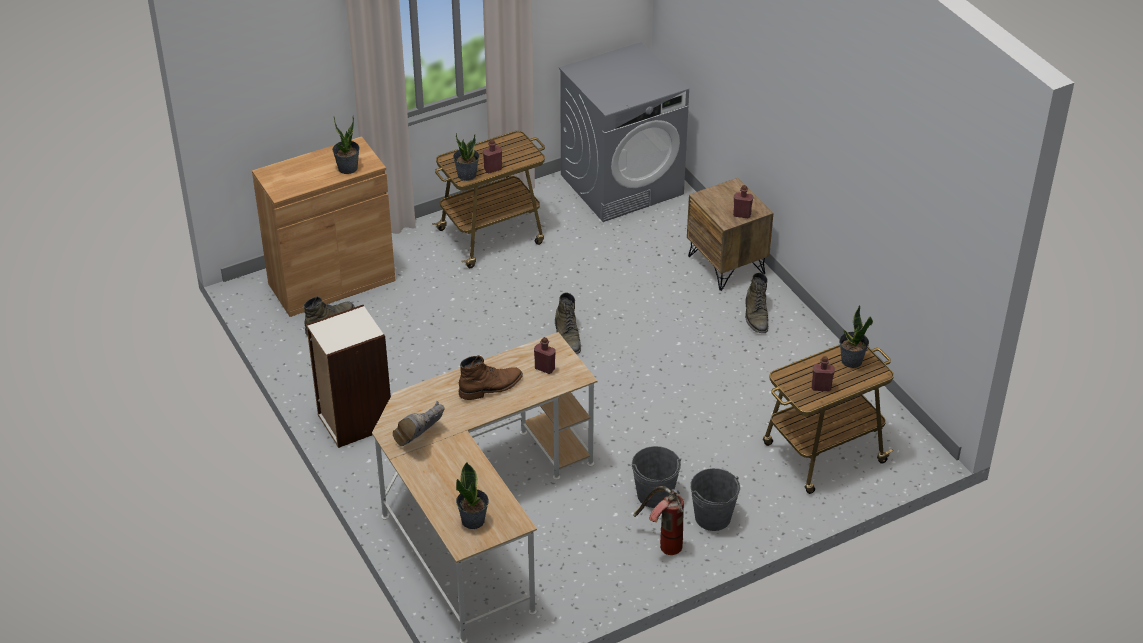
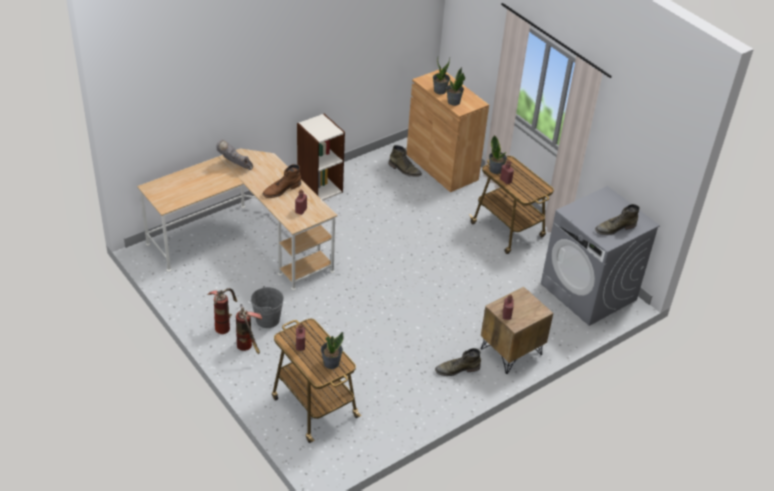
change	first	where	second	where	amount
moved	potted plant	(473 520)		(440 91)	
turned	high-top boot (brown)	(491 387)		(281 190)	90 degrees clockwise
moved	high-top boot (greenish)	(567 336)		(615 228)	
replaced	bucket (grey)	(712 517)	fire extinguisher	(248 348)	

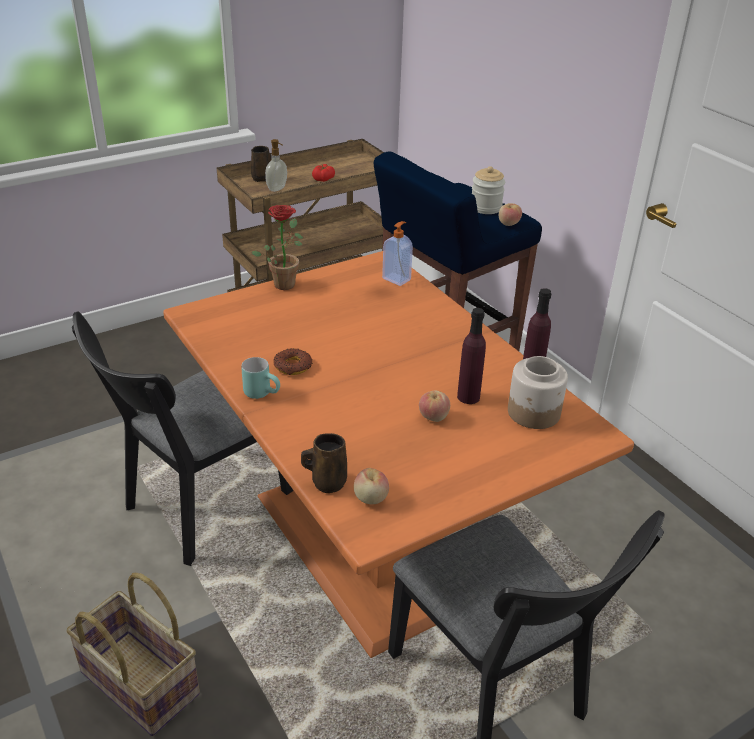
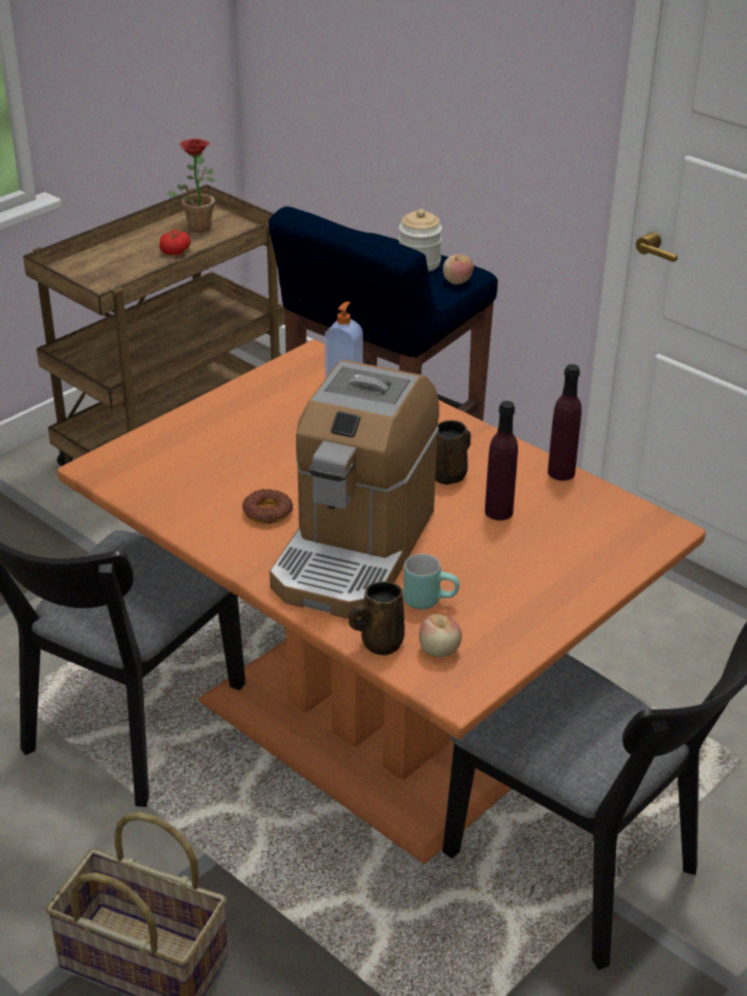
change	first	where	second	where	amount
moved	coffee mug (turquoise-coloured)	(263 393)		(430 600)	
moved	coffee mug (brown)	(263 178)		(450 475)	
moved	potted plant	(284 282)		(198 225)	
removed	soap bottle	(277 189)			
removed	apple	(433 417)			
removed	preserve jar	(534 413)			
added			coffee brewer	(354 550)	

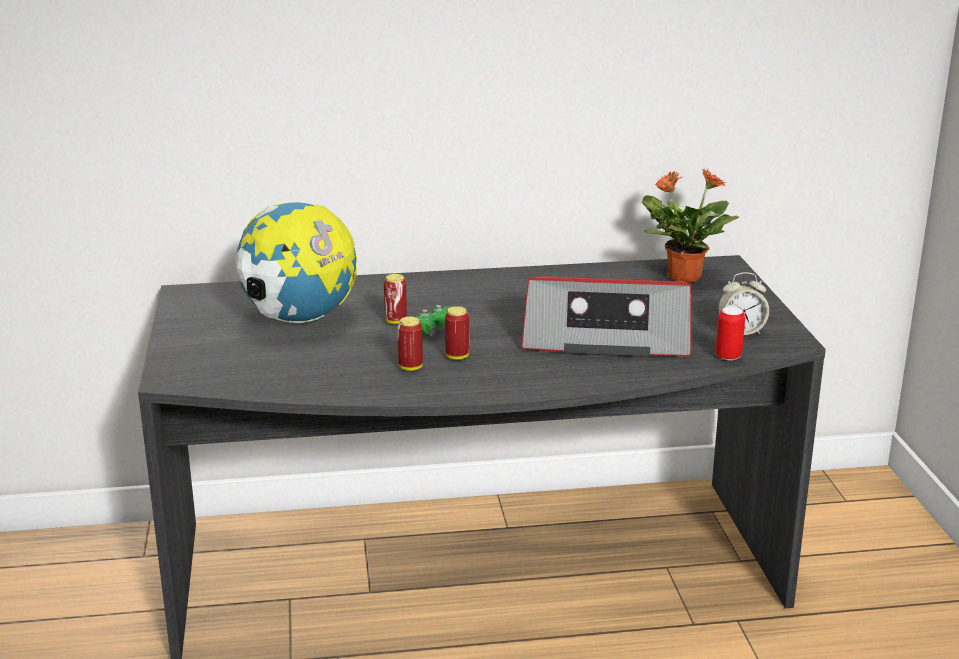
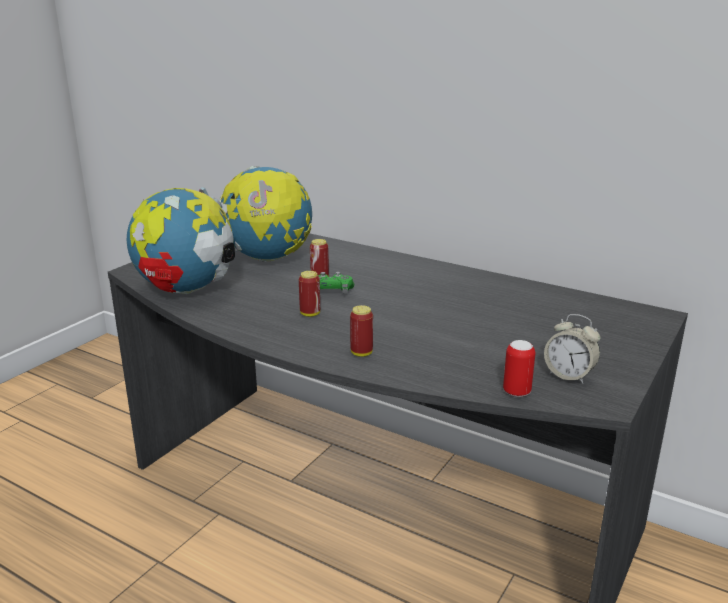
change	first	where	second	where	amount
moved	can	(410 367)		(361 353)	
removed	radio	(606 338)			
removed	potted plant	(682 277)			
added			desk globe	(186 290)	

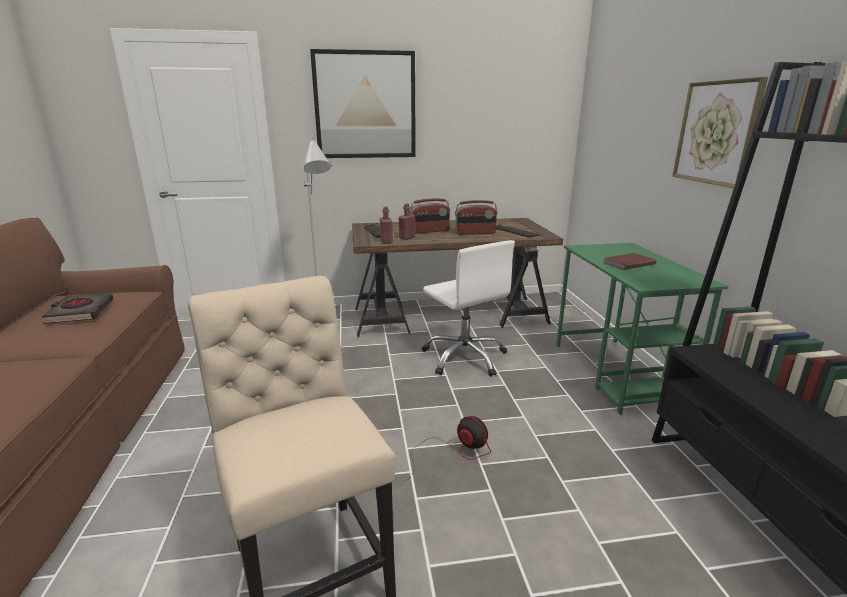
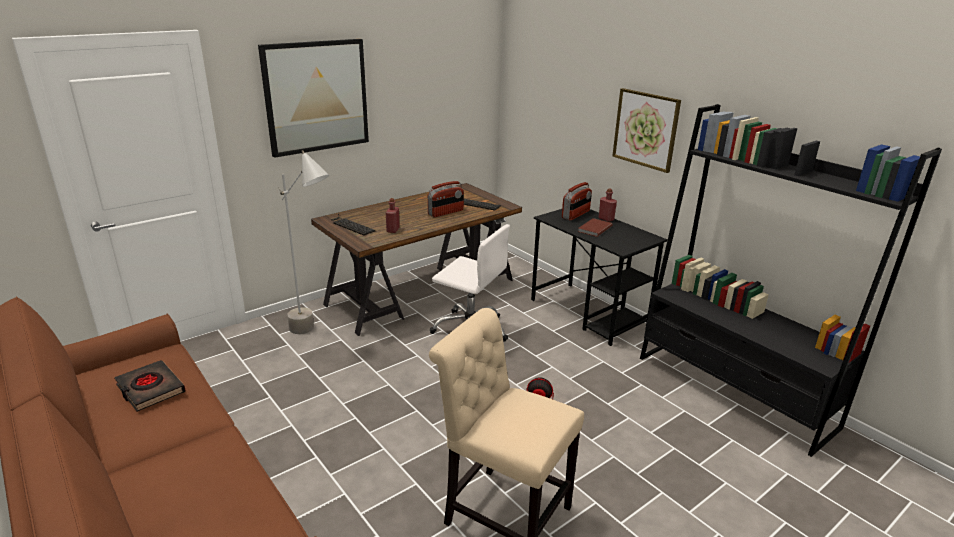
change	first	where	second	where	amount
moved	bottle (red-coloured)	(386 242)		(606 219)	
moved	radio	(430 231)		(576 215)	
recoloured	desk table (greenish)	(617 373)	desk table (black)	(589 313)	

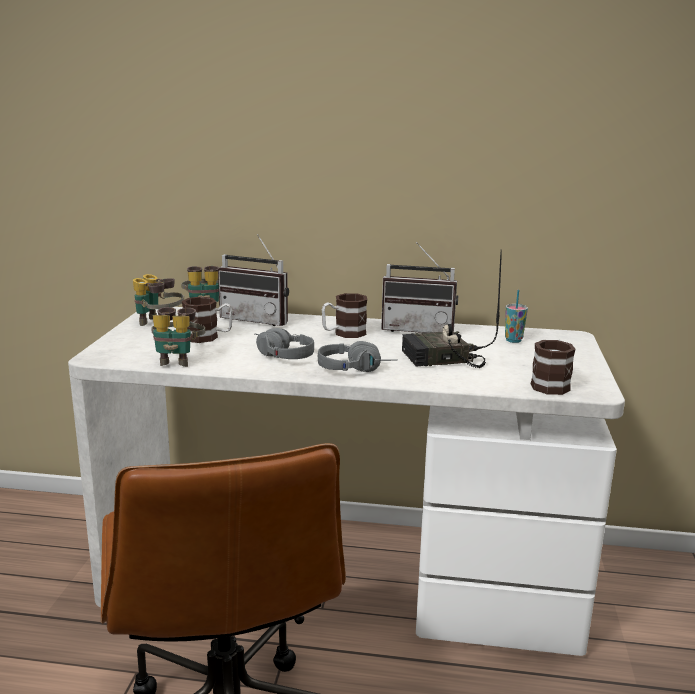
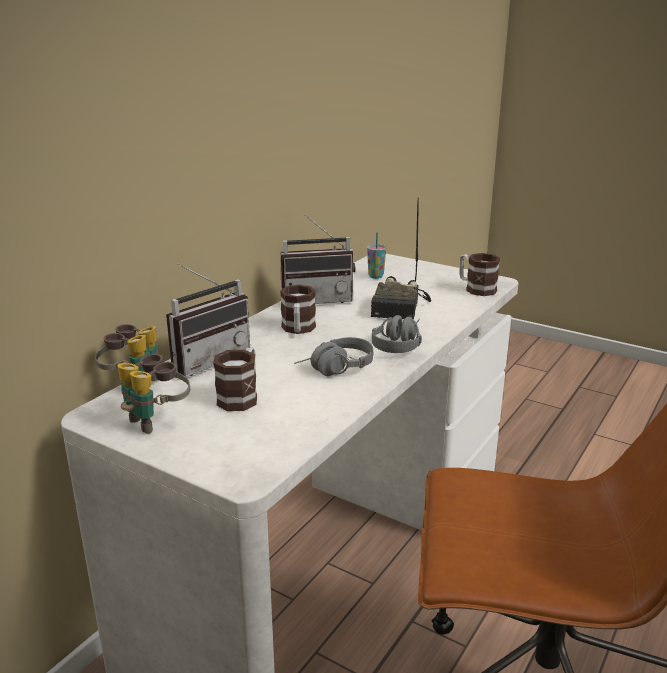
change	first	where	second	where	amount
removed	pair of binoculars	(177 360)			
turned	radio	(419 329)		(316 299)	45 degrees clockwise

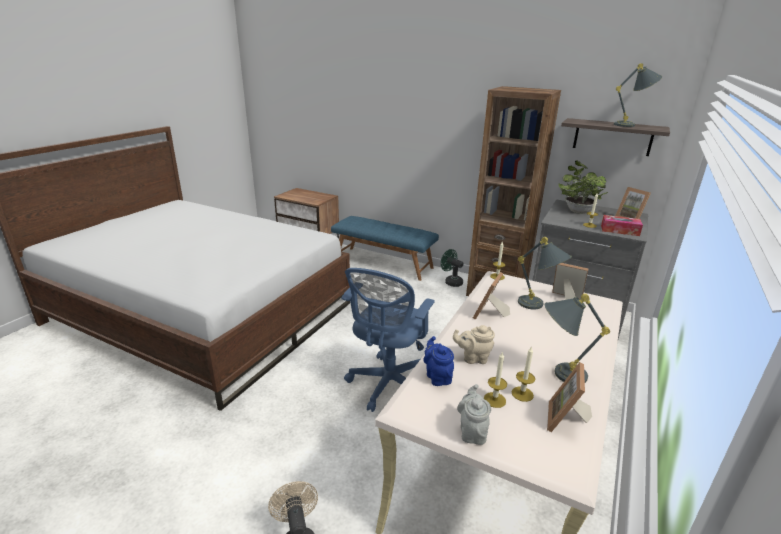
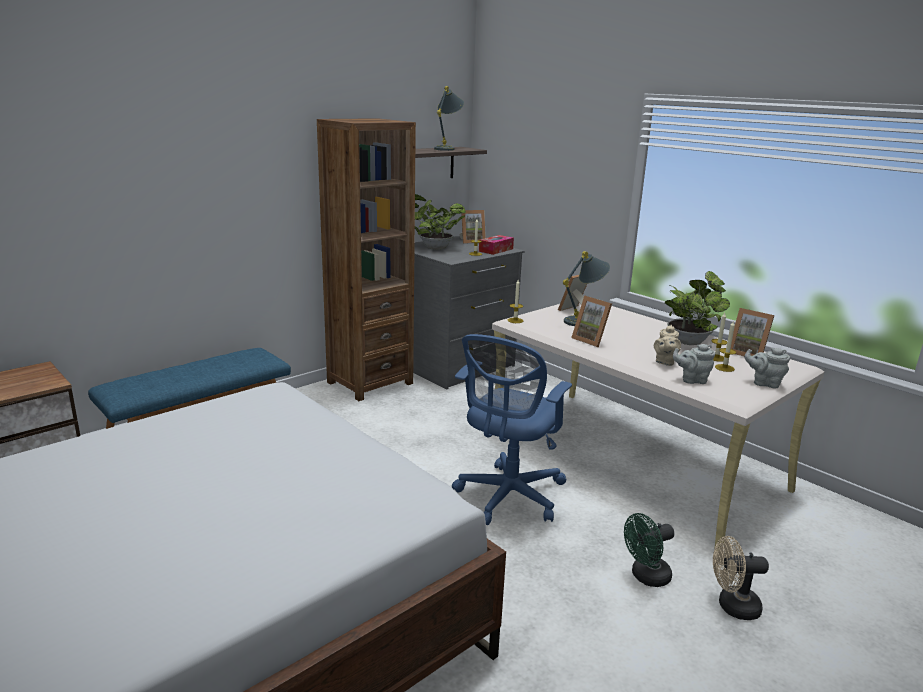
change	first	where	second	where	amount
turned	desk chair (bluish)	(387 385)		(508 498)	75 degrees clockwise
recoloured	tea pot (bluish)	(437 376)	tea pot (grey)	(692 380)	
moved	electric fan (greenish)	(451 282)		(646 577)	
replaced	lamp for a table (grey)	(558 373)	potted plant	(689 341)	

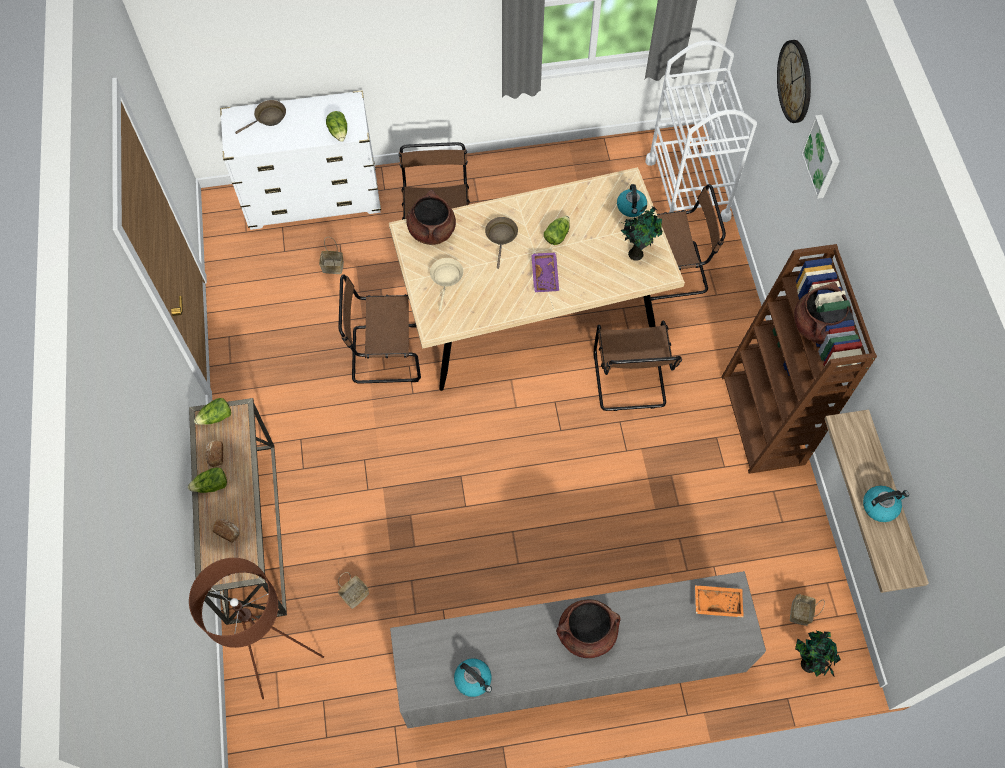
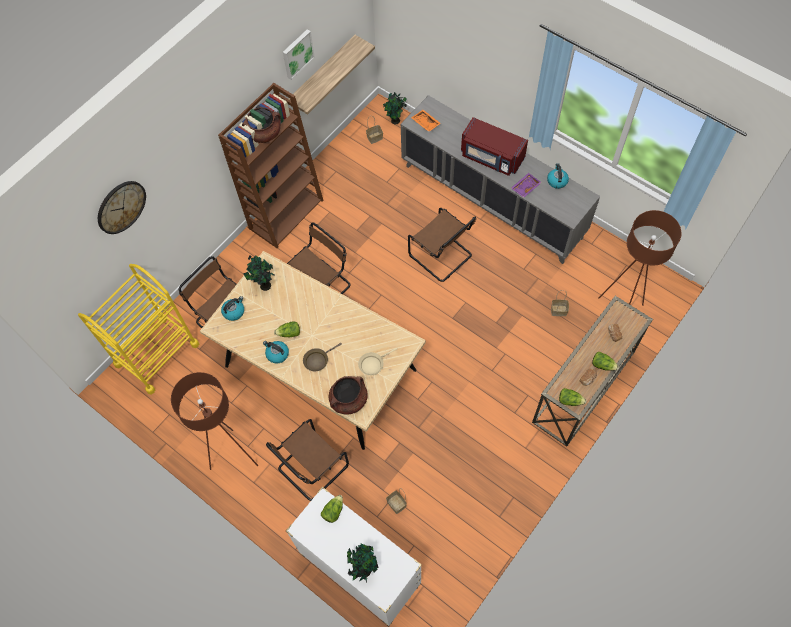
change	first	where	second	where	amount
replaced	skillet (brown)	(268 118)	potted plant	(363 569)	
moved	upright chair (brown)	(383 354)		(442 256)	
moved	tray (purple)	(545 275)		(525 187)	
replaced	stockpot (brown)	(586 633)	kitchen microwave (red-coloured)	(491 157)	
recoloured	trolley (whitish)	(687 189)	trolley (yellow)	(157 354)	
moved	wall art	(822 156)		(297 53)	
moved	tea kettle	(880 506)		(277 354)	
added			standard lamp (brown)	(233 455)	

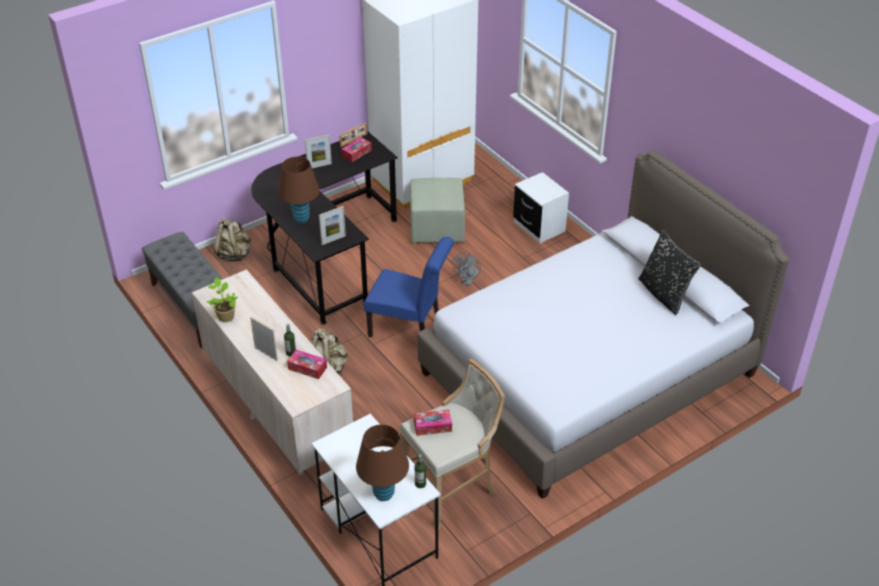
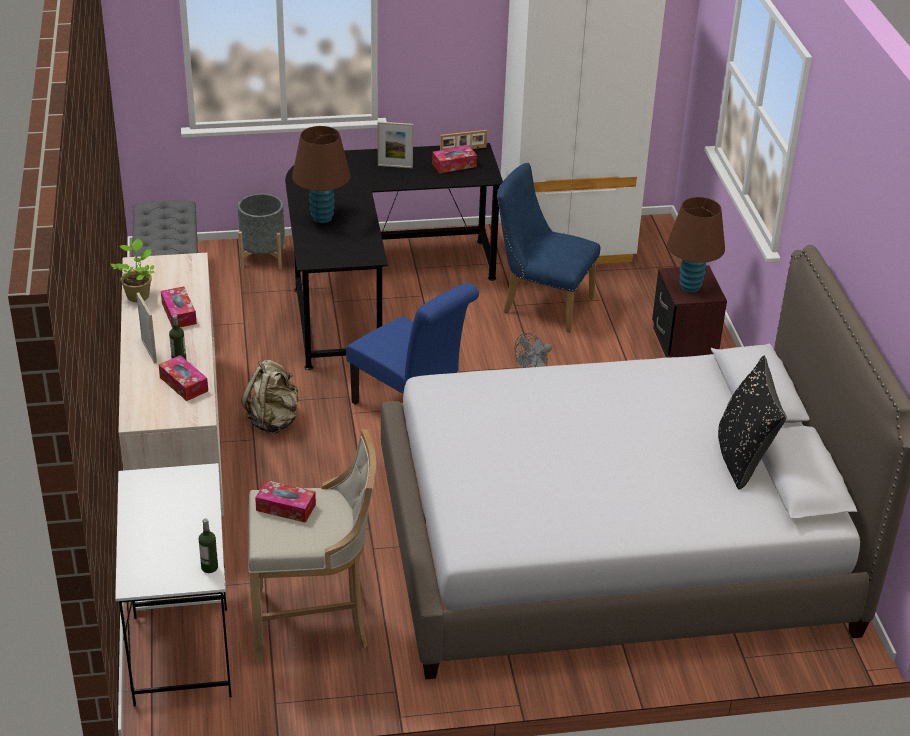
change	first	where	second	where	amount
replaced	knapsack (beige-coloured)	(234 254)	planter (grey)	(263 257)	
removed	standing frame	(333 240)			
moved	lamp for a table (brown)	(384 494)		(690 287)	
replaced	pouffe (greenish)	(436 228)	upright chair (bluish)	(541 304)	
recoloured	nightstand (whitish)	(539 227)	nightstand (brown)	(684 344)	
added			tissue box	(179 313)	

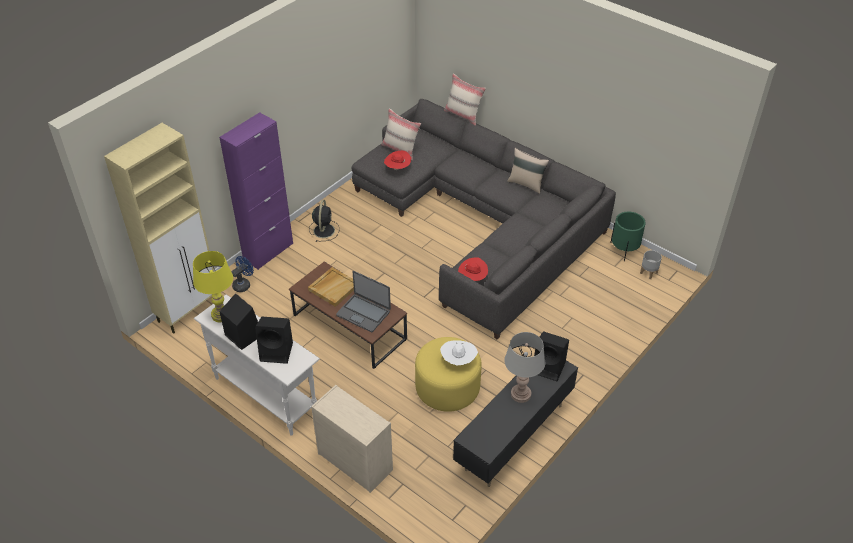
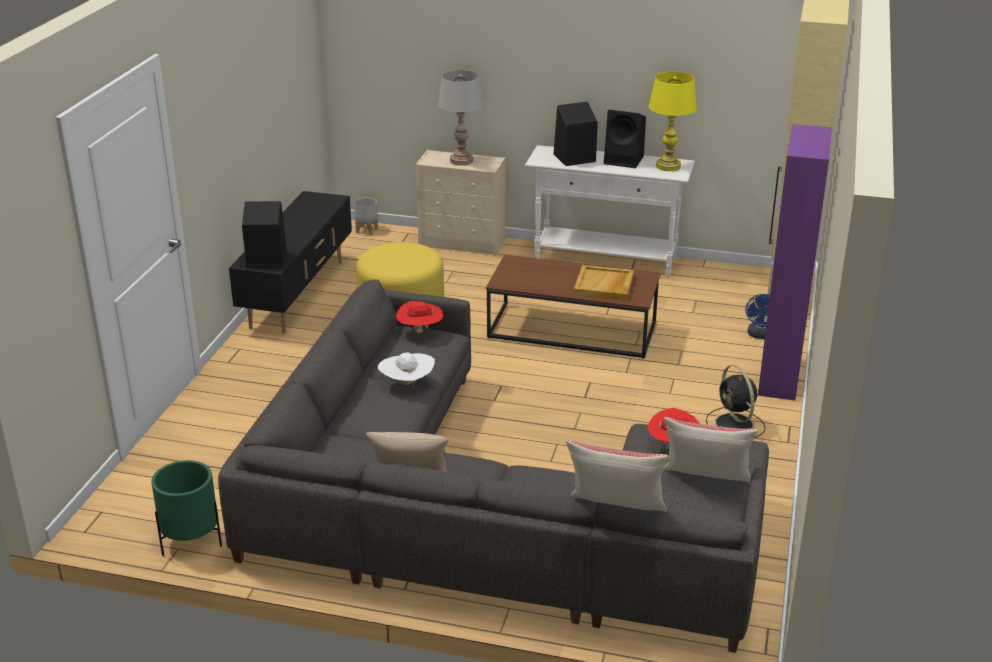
change	first	where	second	where	amount
removed	portable computer	(363 313)			
moved	clothing hat (whitish)	(458 361)		(407 384)	
moved	lamp for a table (grey)	(521 394)		(461 161)	
moved	planter (grey)	(649 273)		(366 230)	

